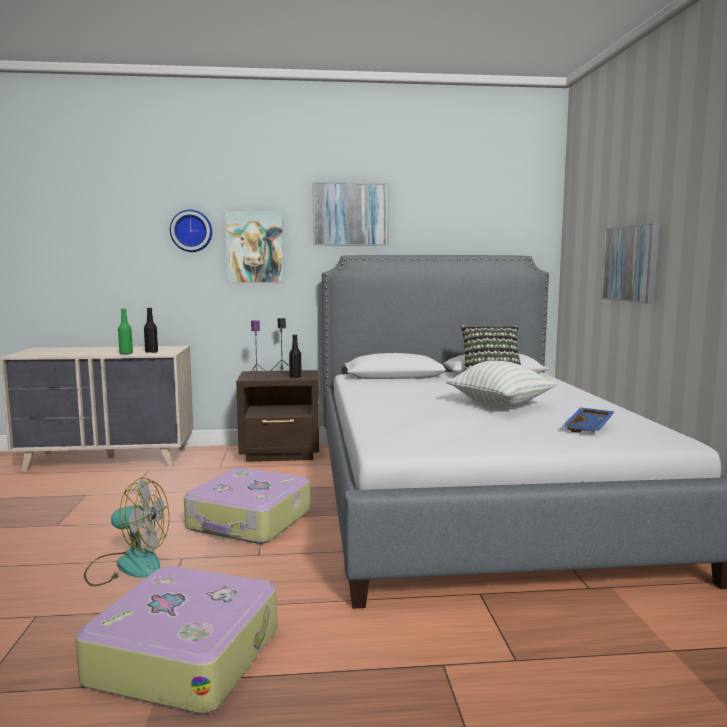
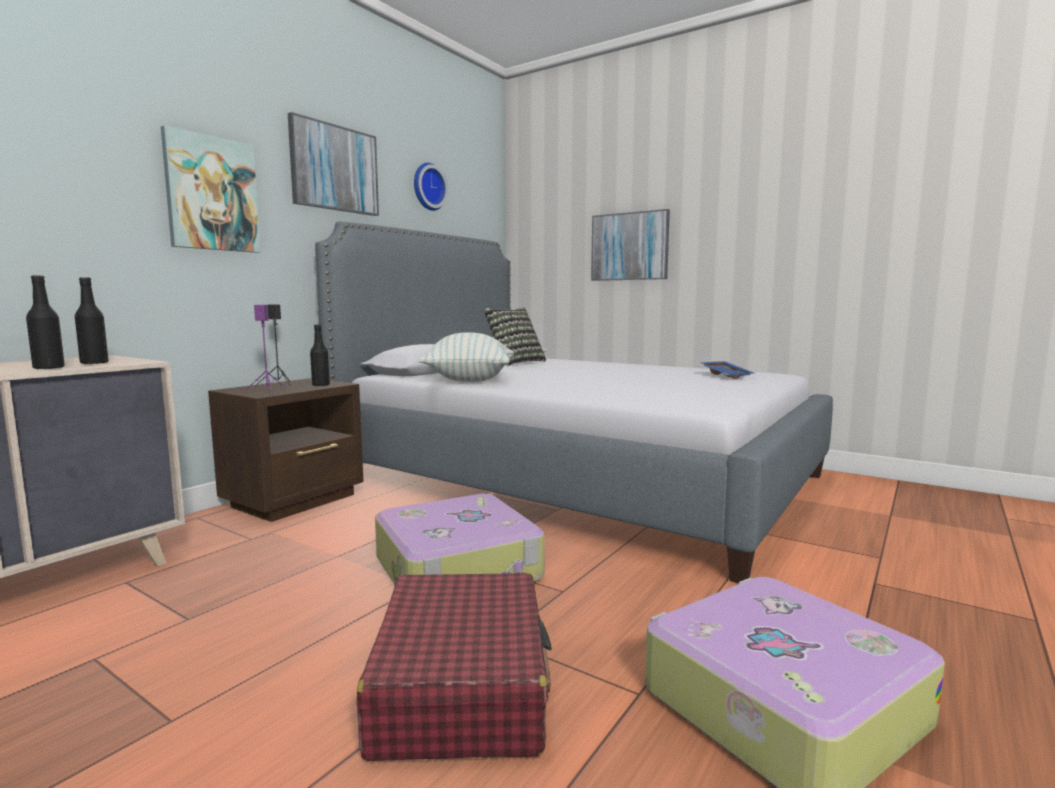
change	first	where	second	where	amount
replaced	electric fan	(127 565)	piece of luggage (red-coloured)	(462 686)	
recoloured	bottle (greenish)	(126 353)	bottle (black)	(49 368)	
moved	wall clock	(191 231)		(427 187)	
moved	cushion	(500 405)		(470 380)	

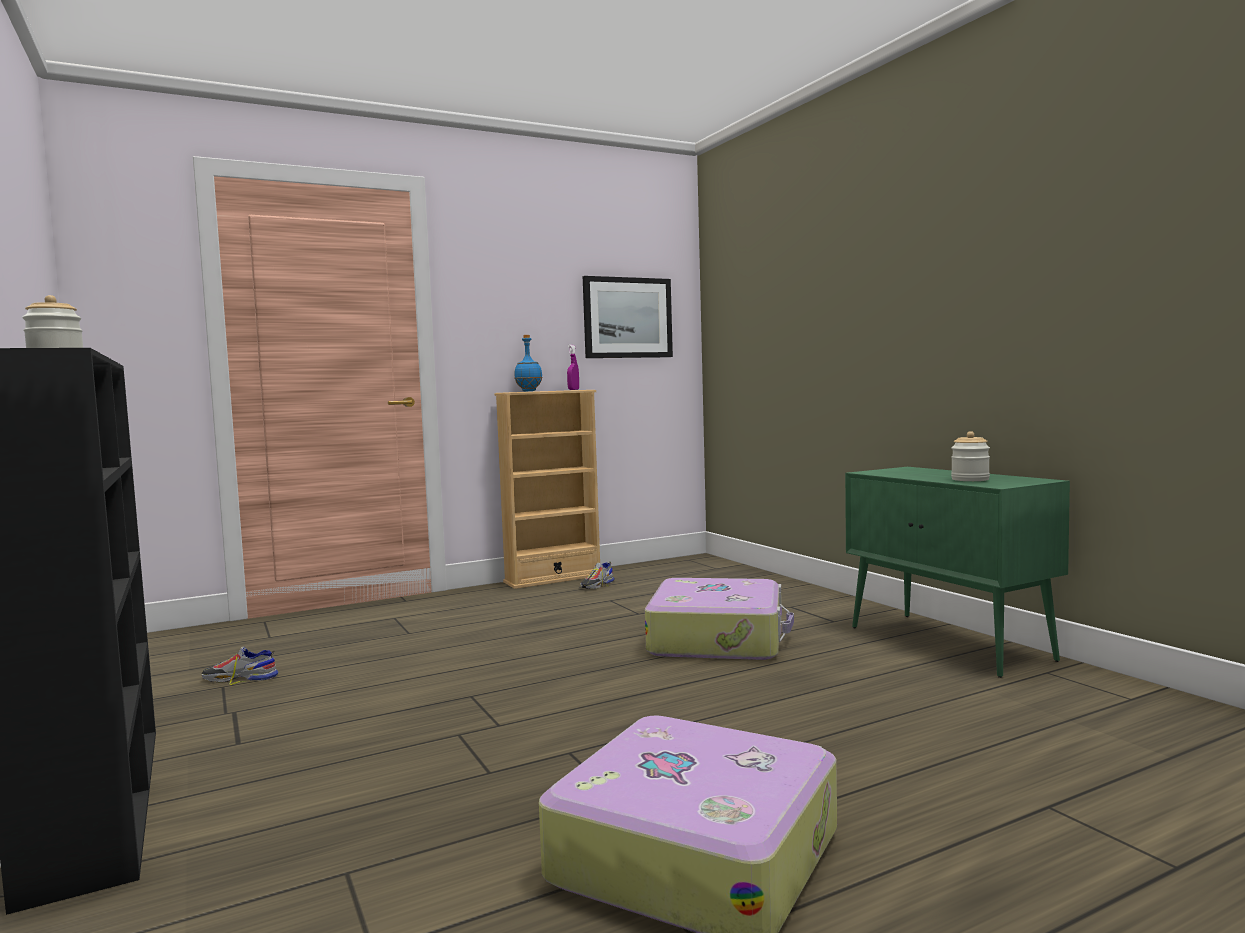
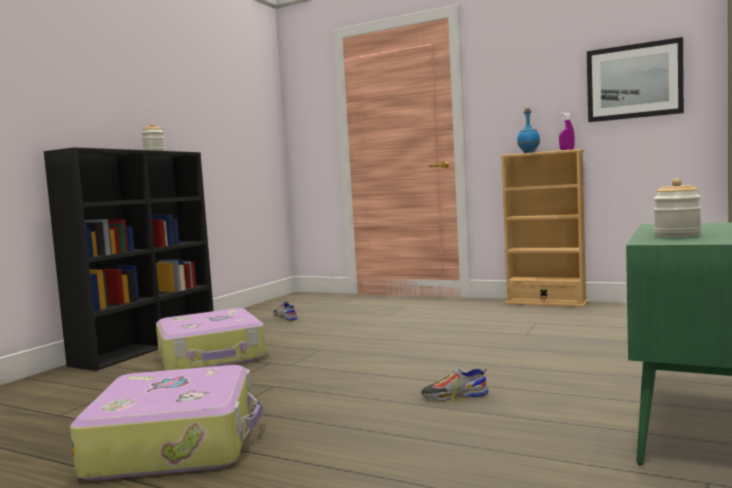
change	first	where	second	where	amount
moved	item of footwear	(597 585)		(454 396)	
moved	piece of luggage	(718 639)		(212 356)	

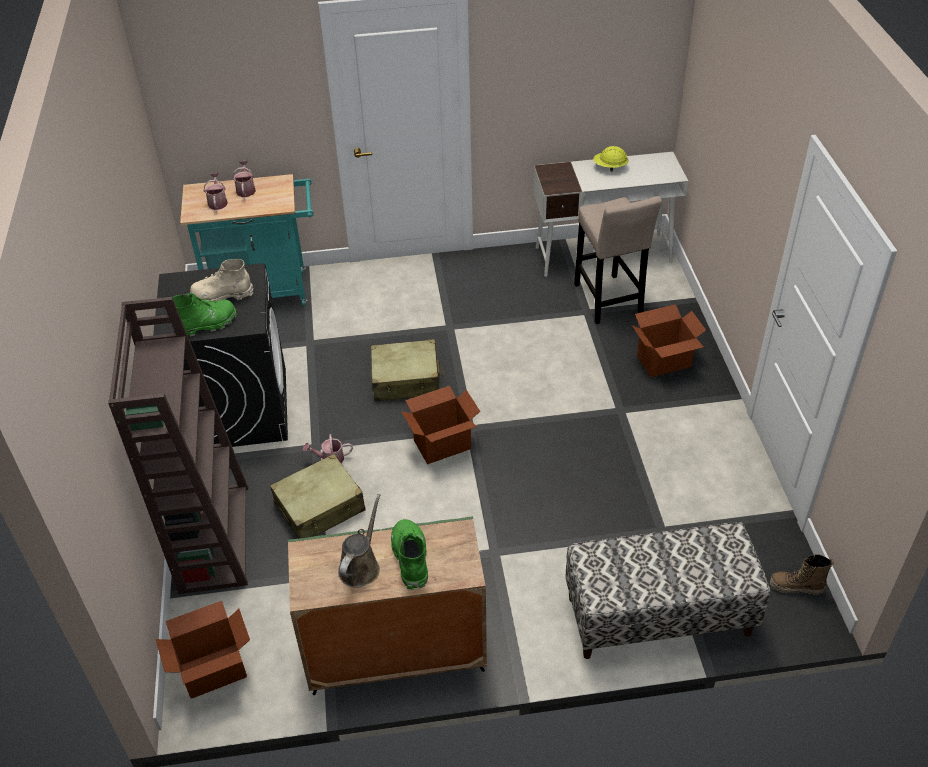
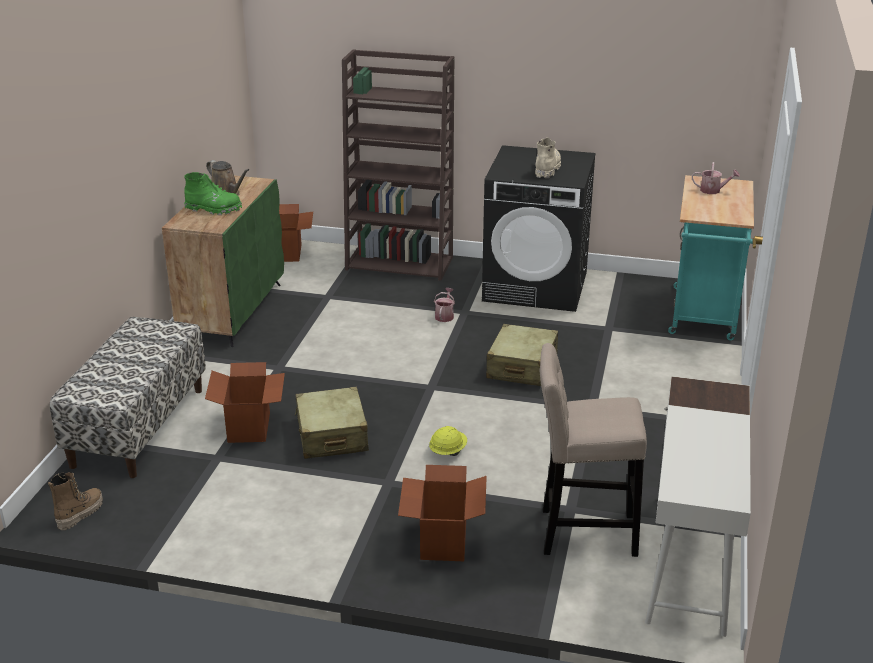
change	first	where	second	where	amount
removed	high-top boot (greenish)	(207 324)			
removed	sprinkling can	(246 189)			
moved	piece of luggage (beige-coloured)	(320 507)		(332 435)	
moved	packing box	(442 444)		(250 427)	
moved	safety helmet (yellow)	(610 167)		(448 452)	

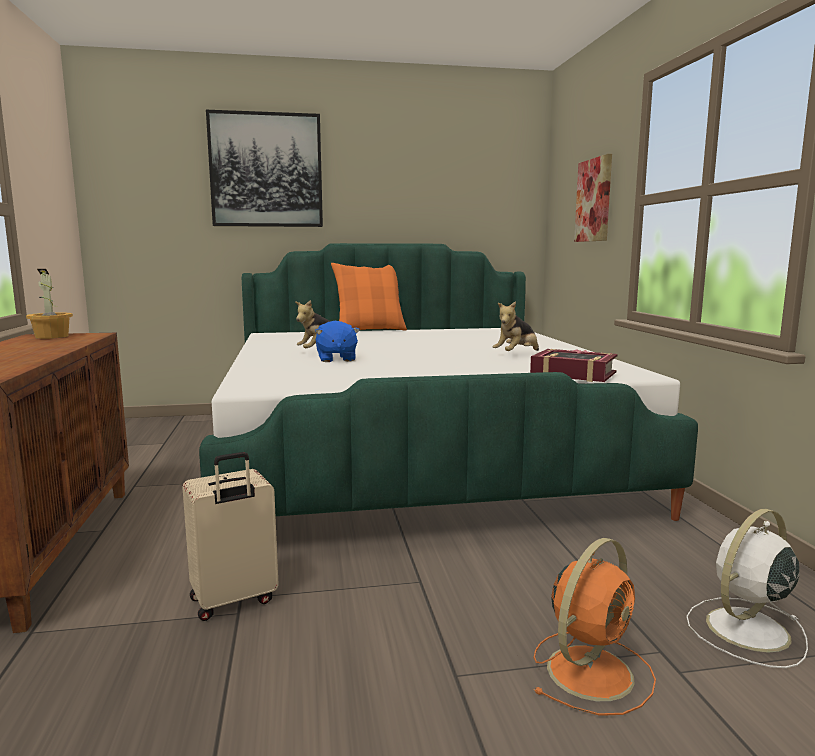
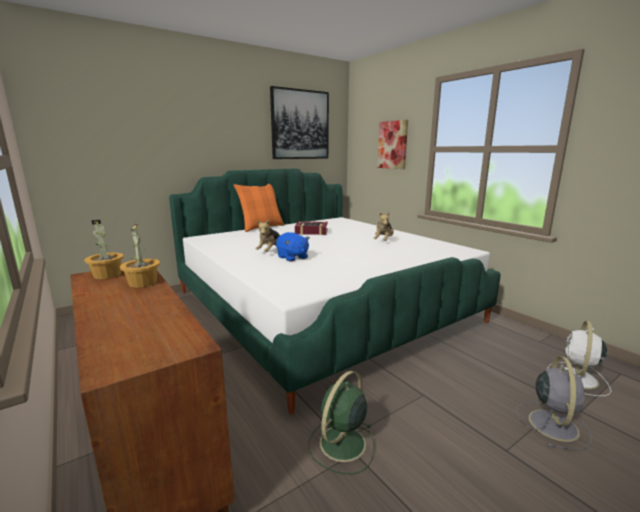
change	first	where	second	where	amount
replaced	piece of luggage (beige-coloured)	(234 601)	electric fan (greenish)	(341 444)	
moved	wall art	(266 170)		(300 125)	
moved	book	(573 374)		(311 232)	
recoloured	electric fan (orangey)	(591 670)	electric fan (grey)	(552 423)	
added			potted plant	(143 282)	

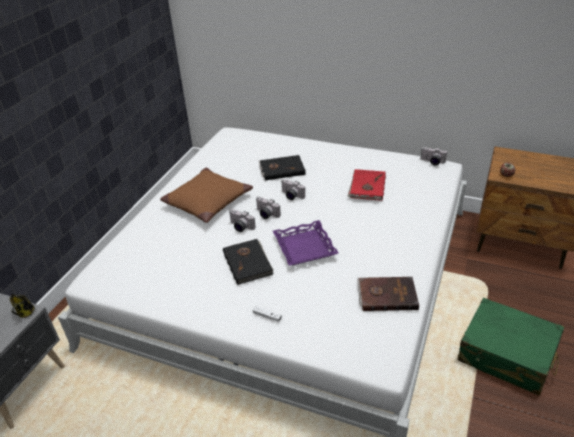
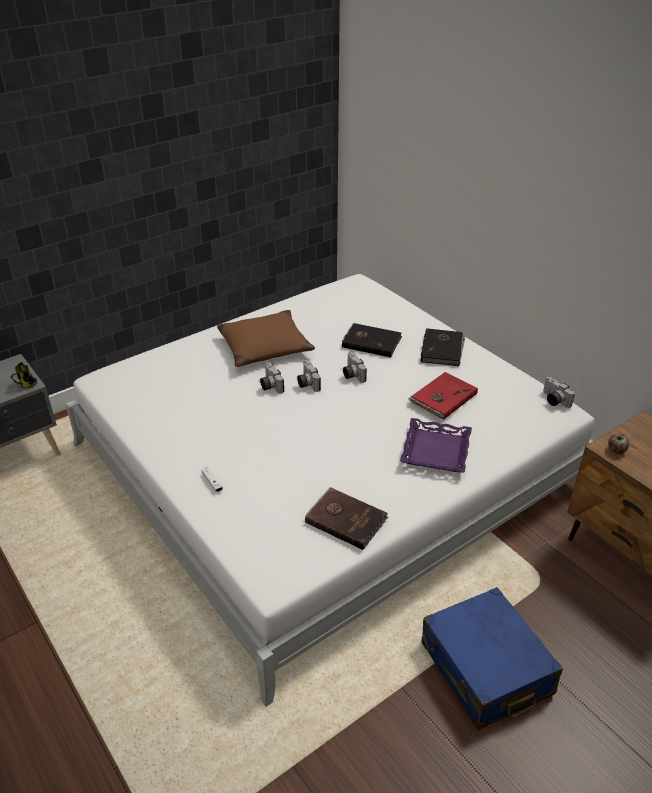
change	first	where	second	where	amount
moved	book (black)	(248 262)		(443 349)	
moved	tray (purple)	(304 247)		(435 450)	
recoloured	piece of luggage (greenish)	(507 355)	piece of luggage (bluish)	(485 669)	

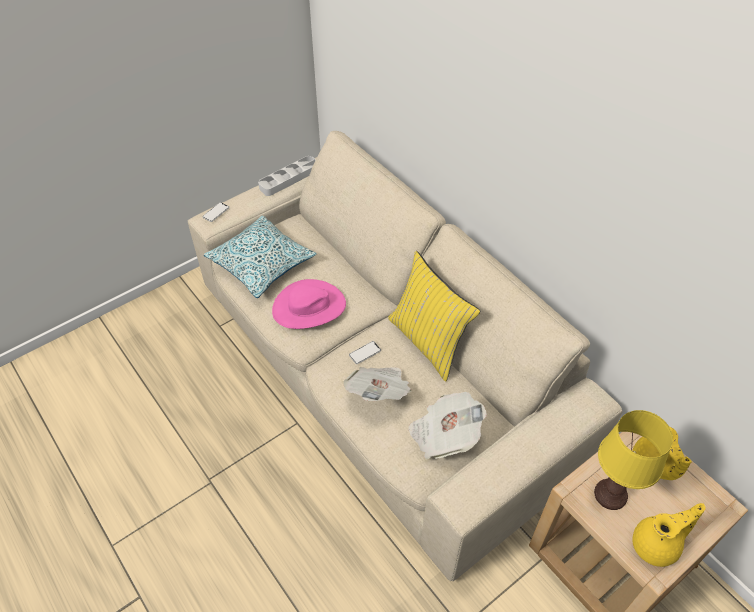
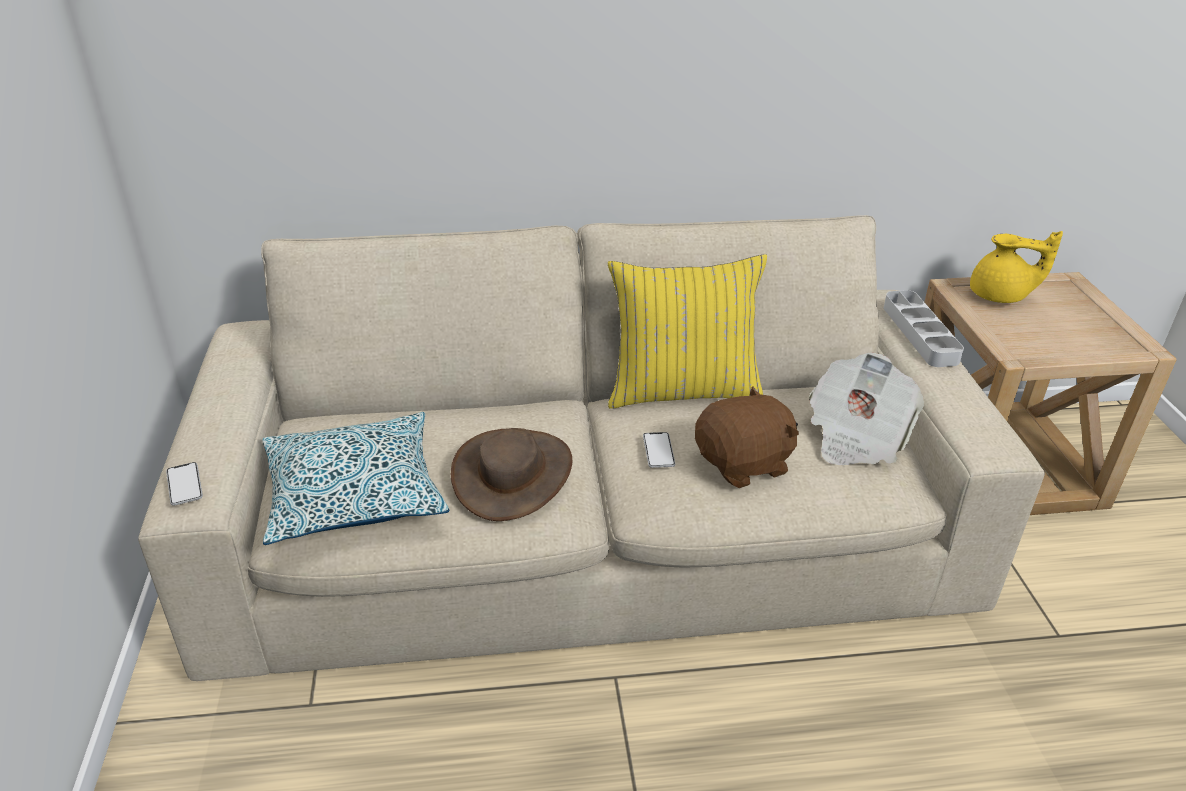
change	first	where	second	where	amount
moved	tray (grey)	(289 178)		(920 333)	
recoloured	clothing hat (pinkish)	(309 307)	clothing hat (brown)	(513 474)	
replaced	printed paper	(379 392)	cuddly toy (brown)	(744 464)	
removed	lamp for a table (yellow)	(610 494)			
removed	tea pot (yellow)	(657 545)			

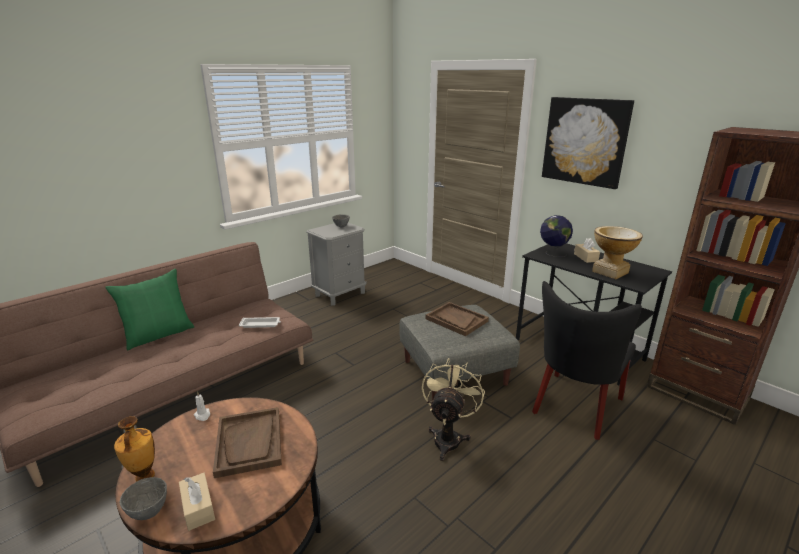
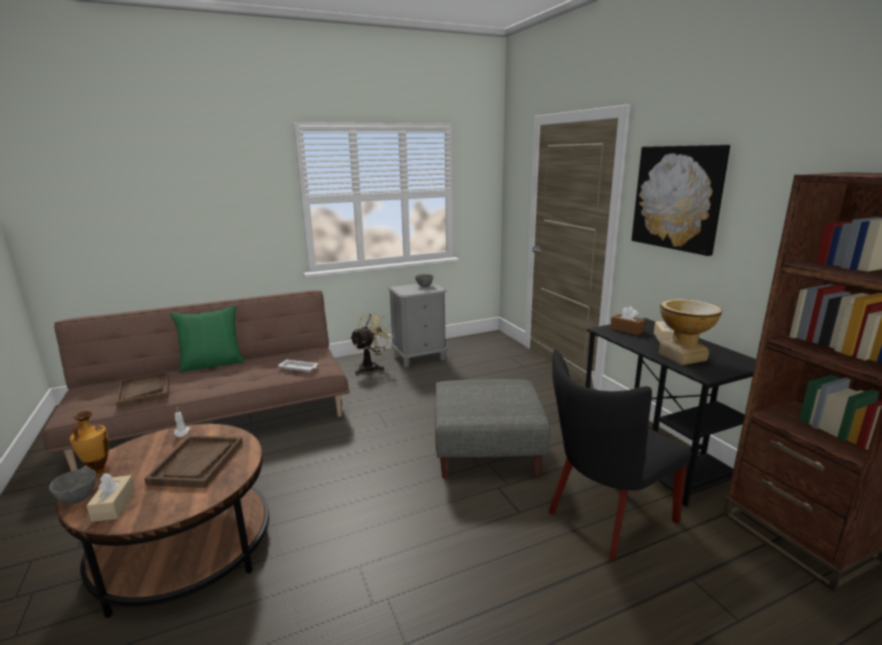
change	first	where	second	where	amount
moved	electric fan (beige-coloured)	(448 437)		(371 367)	
moved	tray (brown)	(456 320)		(144 391)	
replaced	desk globe	(553 253)	tissue box (brown)	(627 330)	

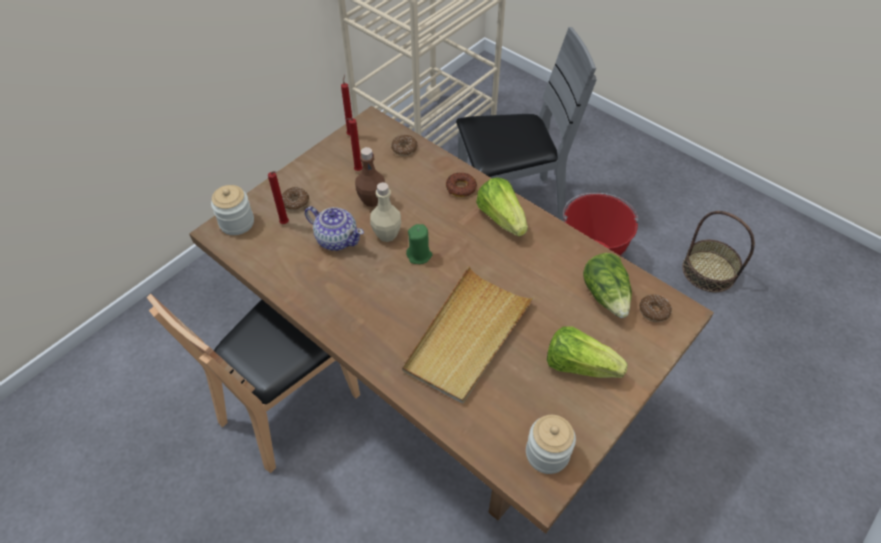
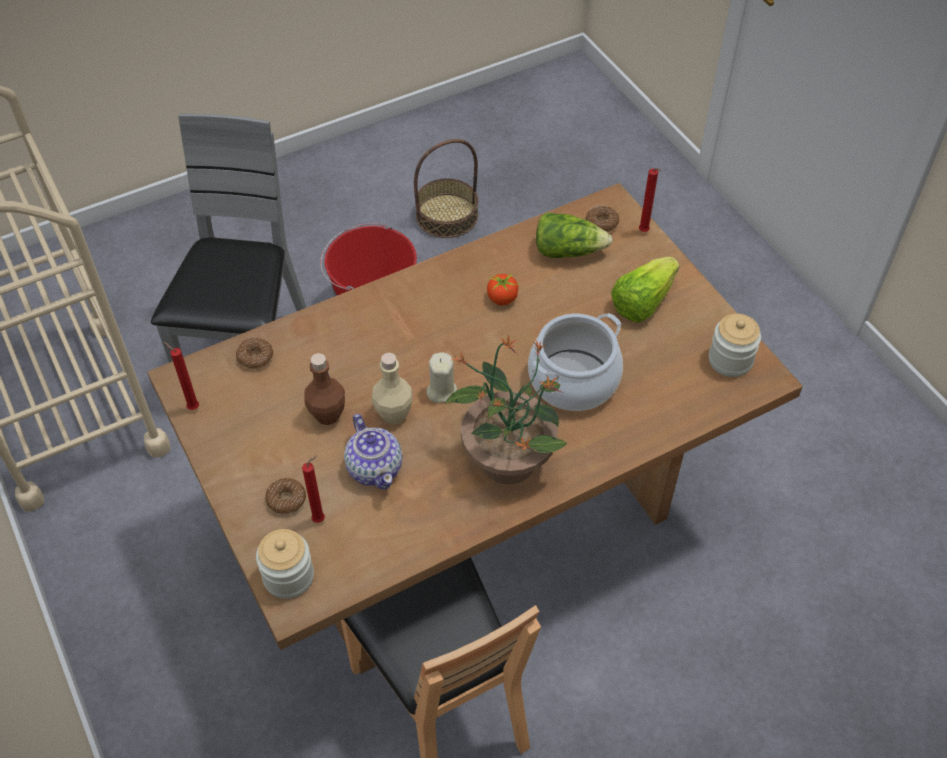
change	first	where	second	where	amount
turned	tea pot	(336 239)		(375 467)	105 degrees clockwise
moved	wax candle (red-coloured)	(357 171)		(644 232)	
replaced	tray (beige-coloured)	(467 336)	stockpot	(574 380)	
recoloured	wax candle (greenish)	(419 255)	wax candle (beige-coloured)	(441 391)	
removed	ring doughnut	(461 188)			
removed	lettuce head	(501 218)			
added			potted plant	(507 458)	
added			whole tomato	(502 299)	

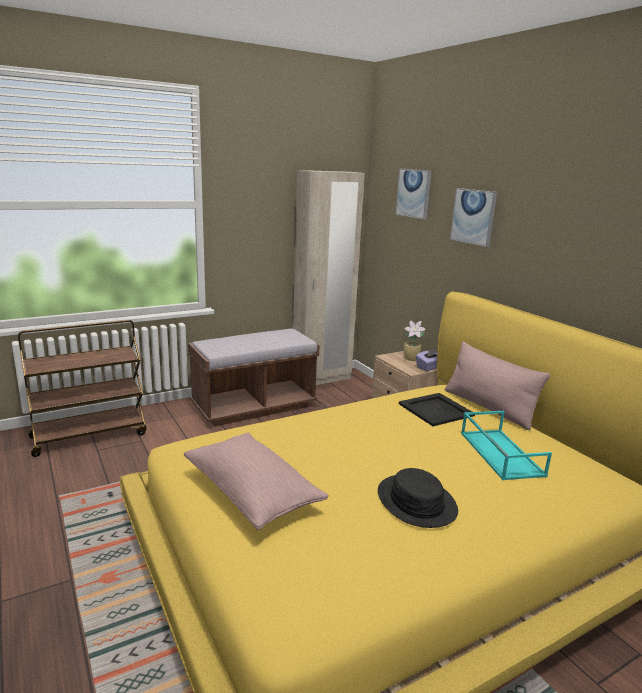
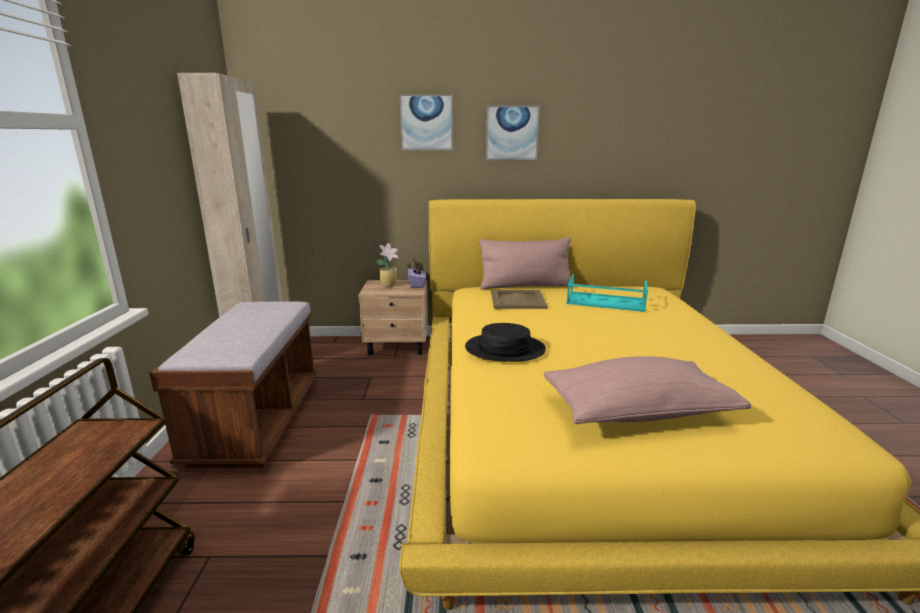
change	first	where	second	where	amount
moved	clothing hat (black)	(416 502)		(505 349)	
moved	wall art	(413 193)		(512 133)	
recoloured	tray (black)	(436 410)	tray (beige-coloured)	(518 300)	

